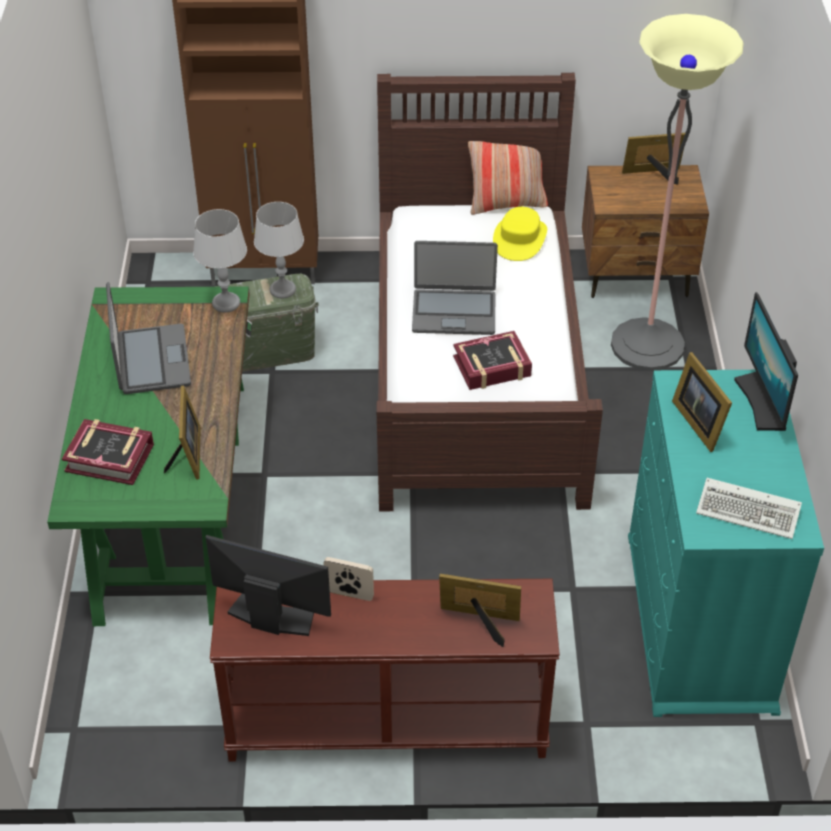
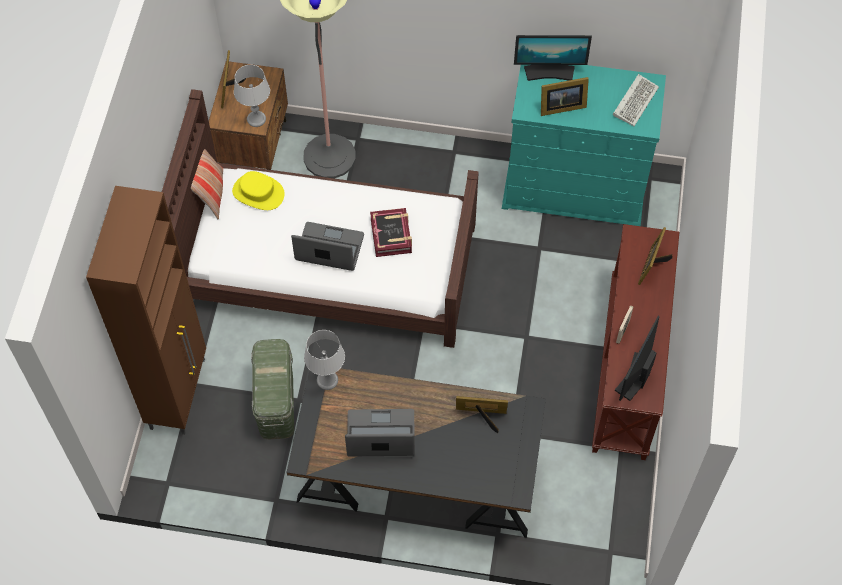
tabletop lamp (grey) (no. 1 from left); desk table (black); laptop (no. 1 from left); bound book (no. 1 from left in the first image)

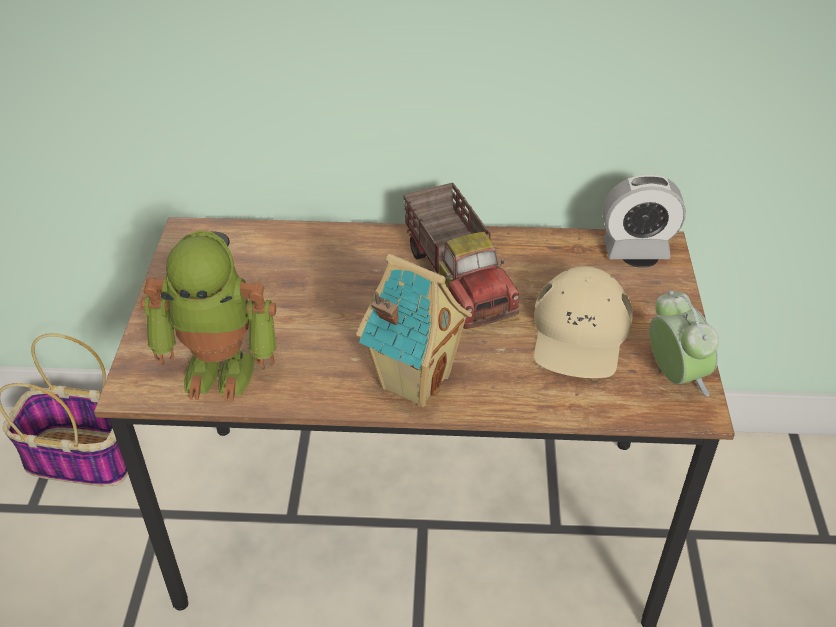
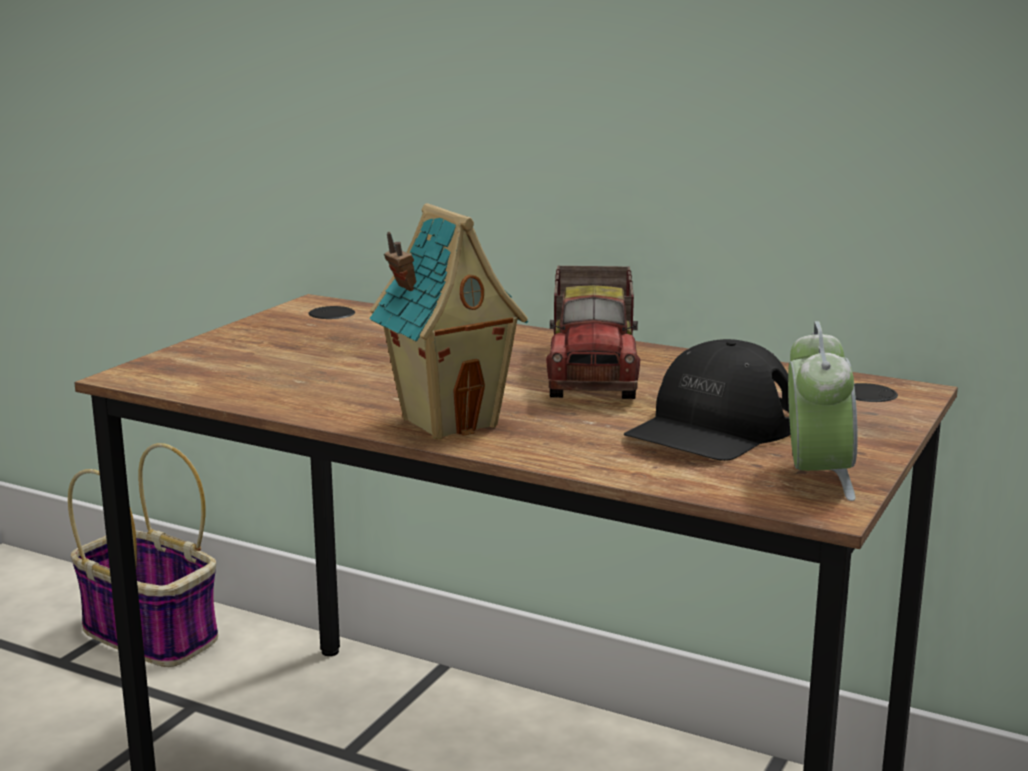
cap (black); model robot; bedside clock (no. 1 from left in the first image)

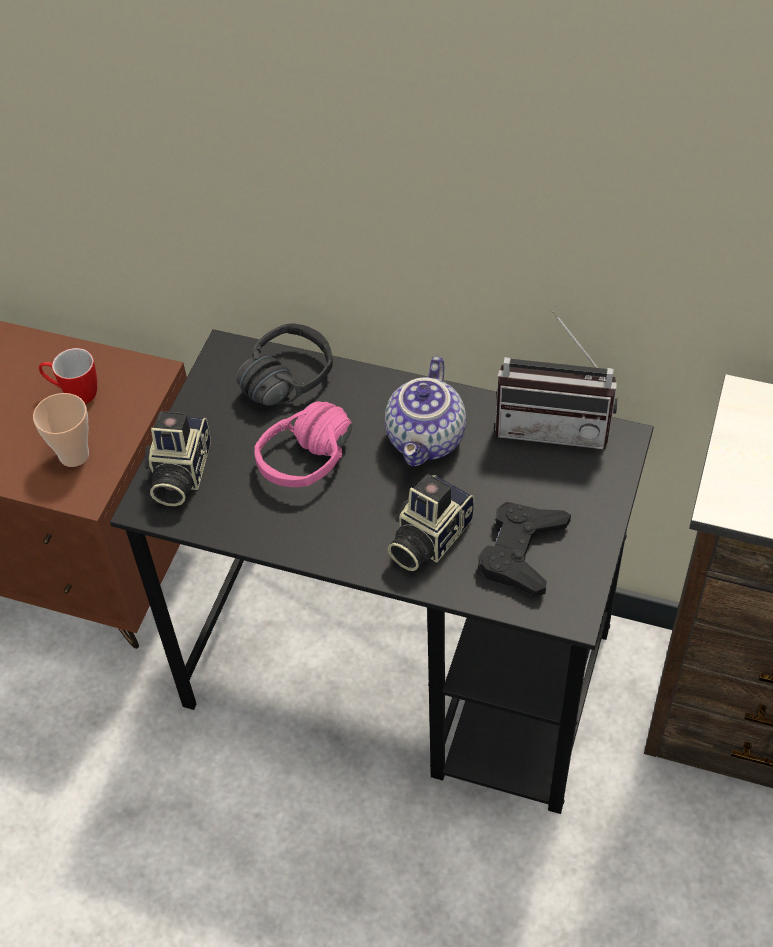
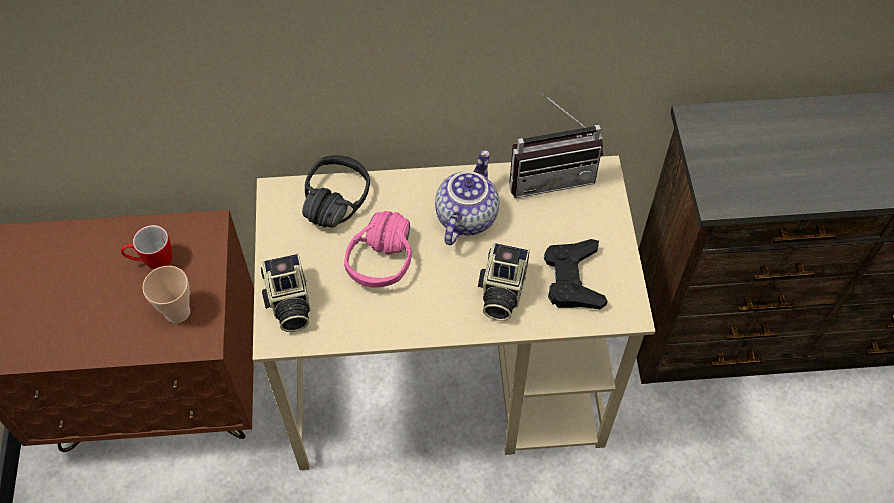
desk table (beige); tea pot

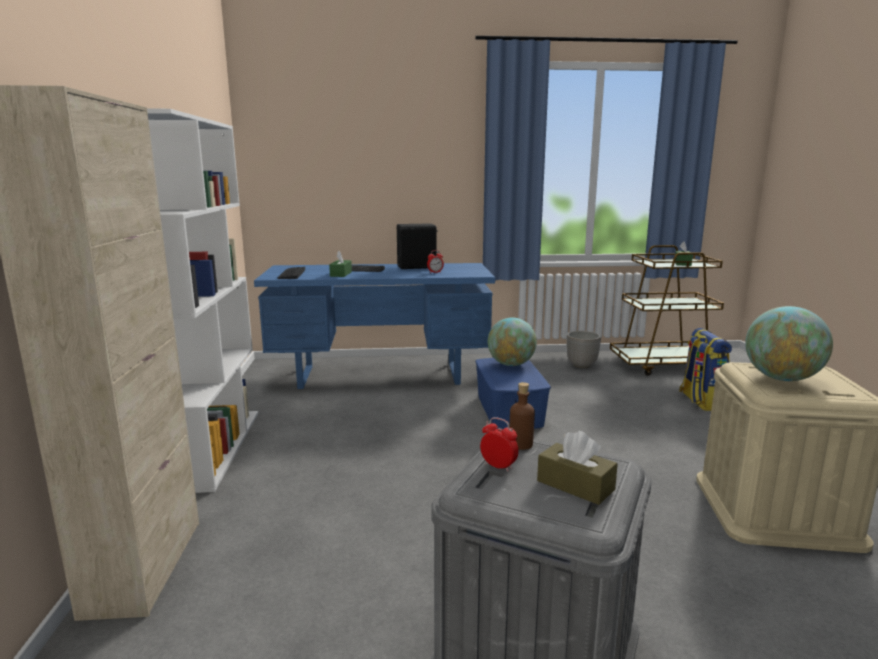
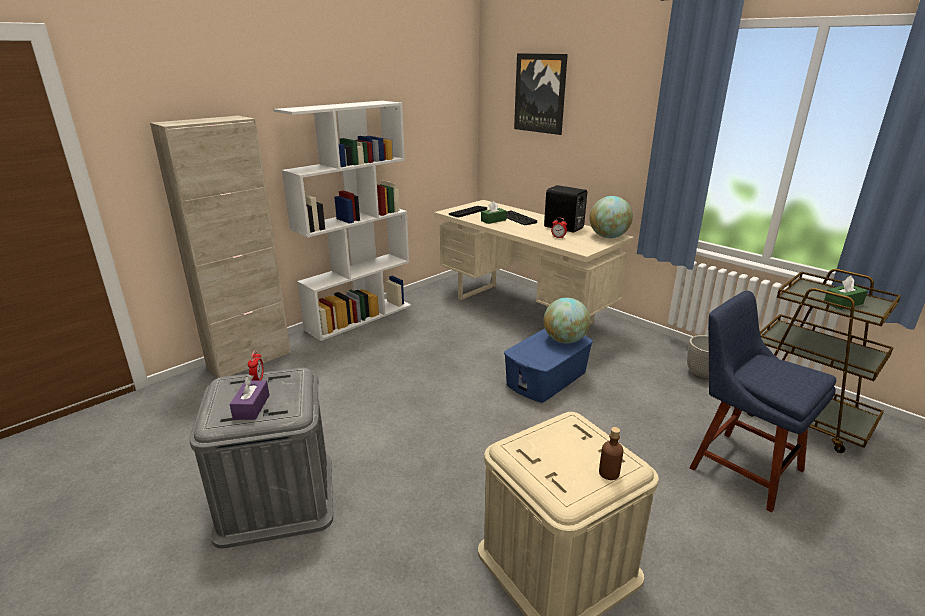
box of tissues (purple); desk table (beige); wall art; world globe (no. 2 from left); beverage bottle (brown); chair (blue-coloured)

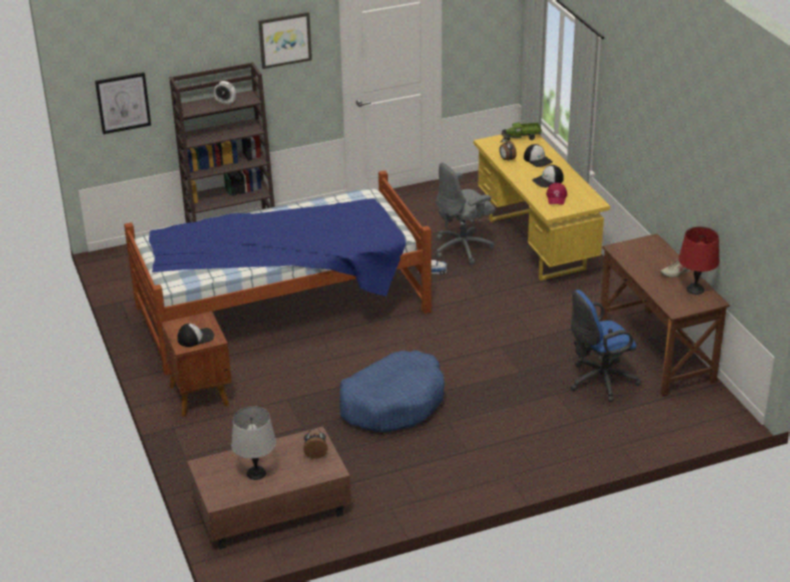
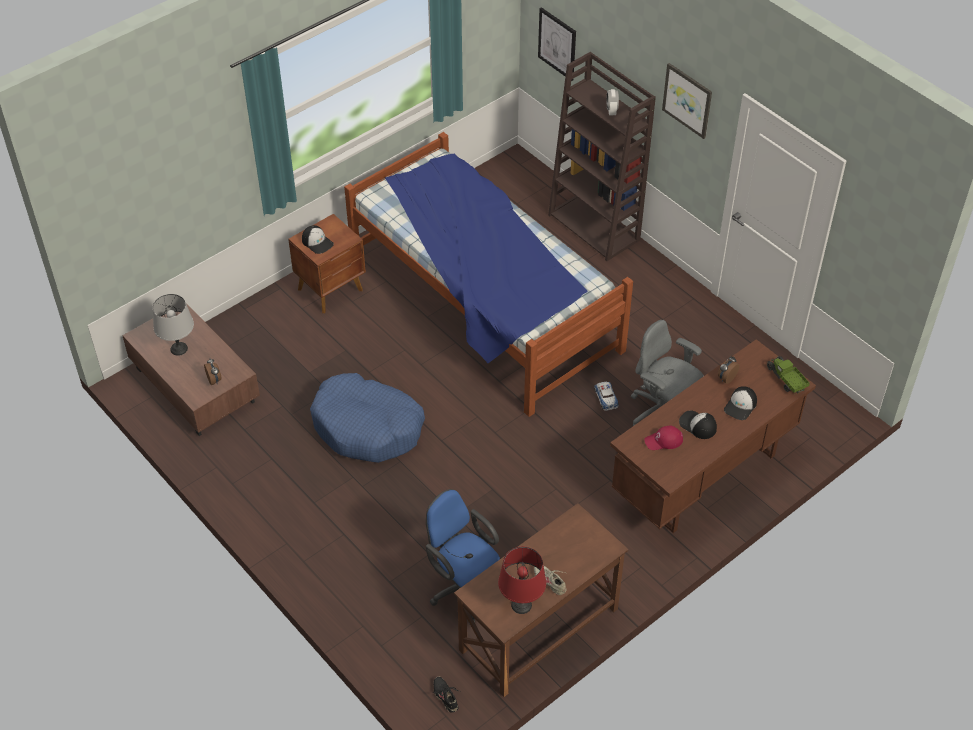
low shoe (black); desk table (brown) (no. 2 from left)

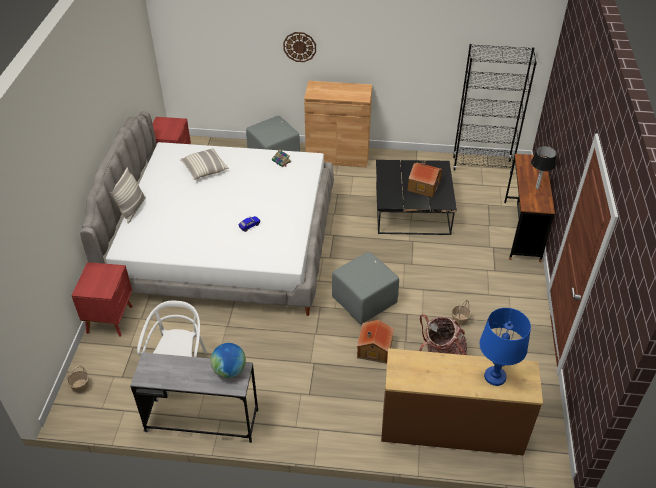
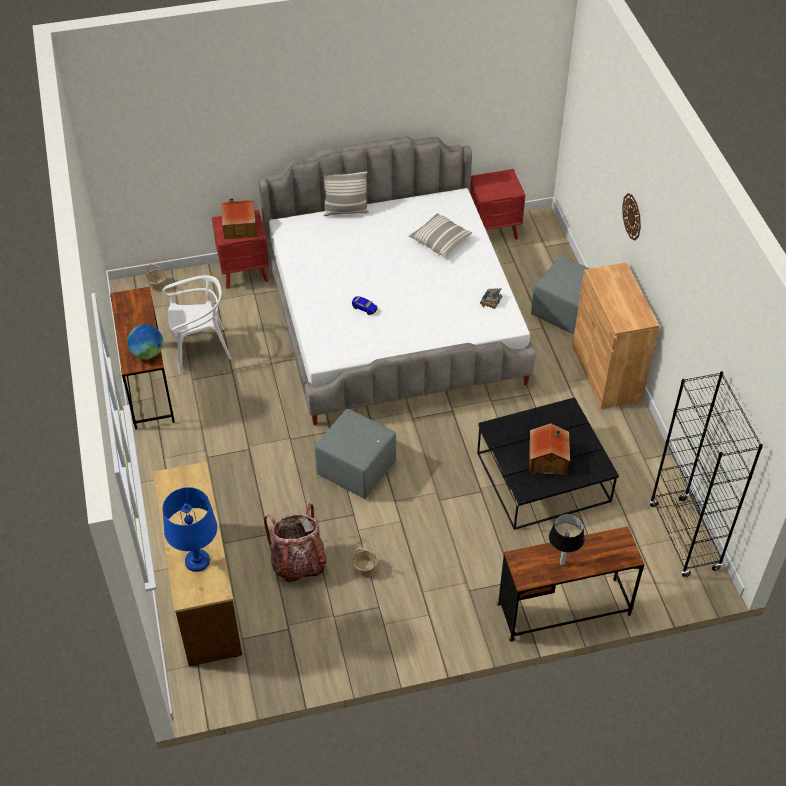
desk table (brown) (no. 1 from left); miniature house (no. 1 from left)

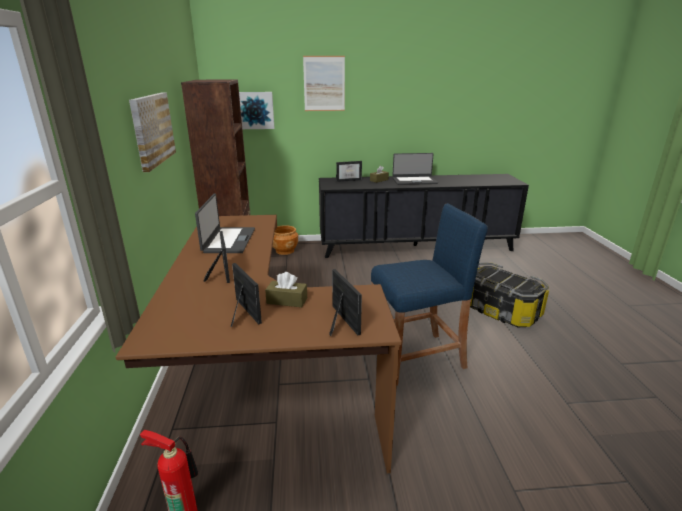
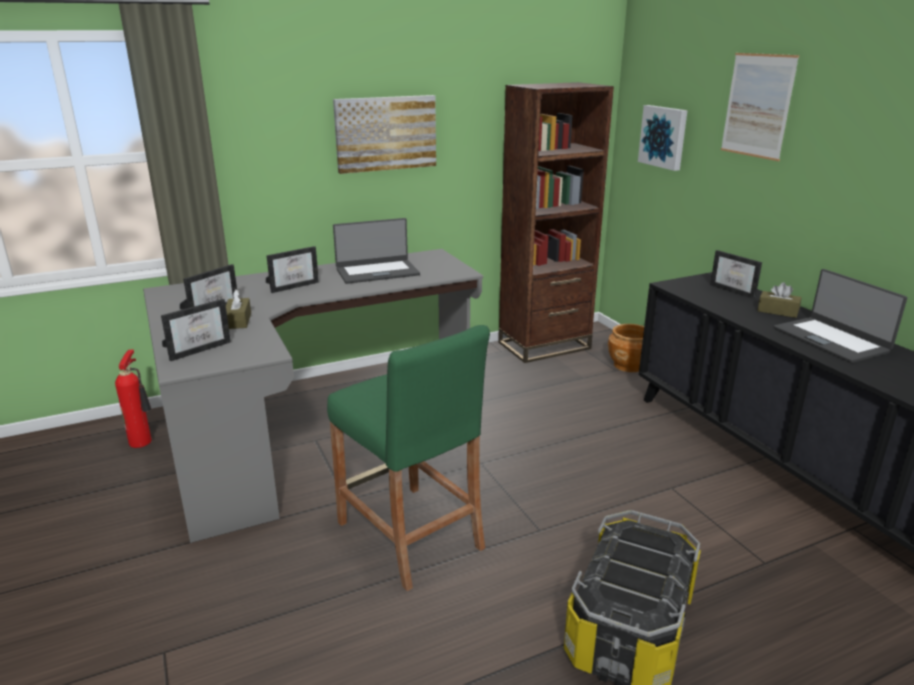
desk table (grey); stool (green)

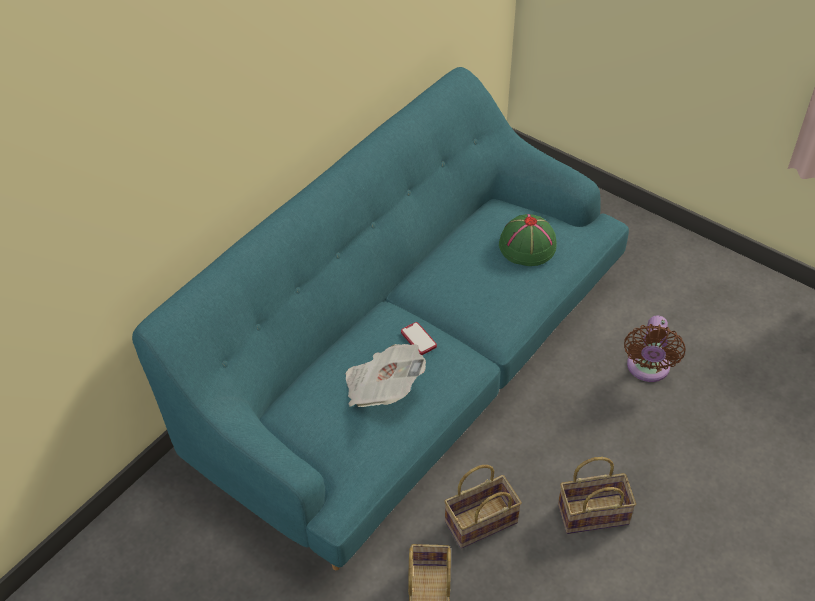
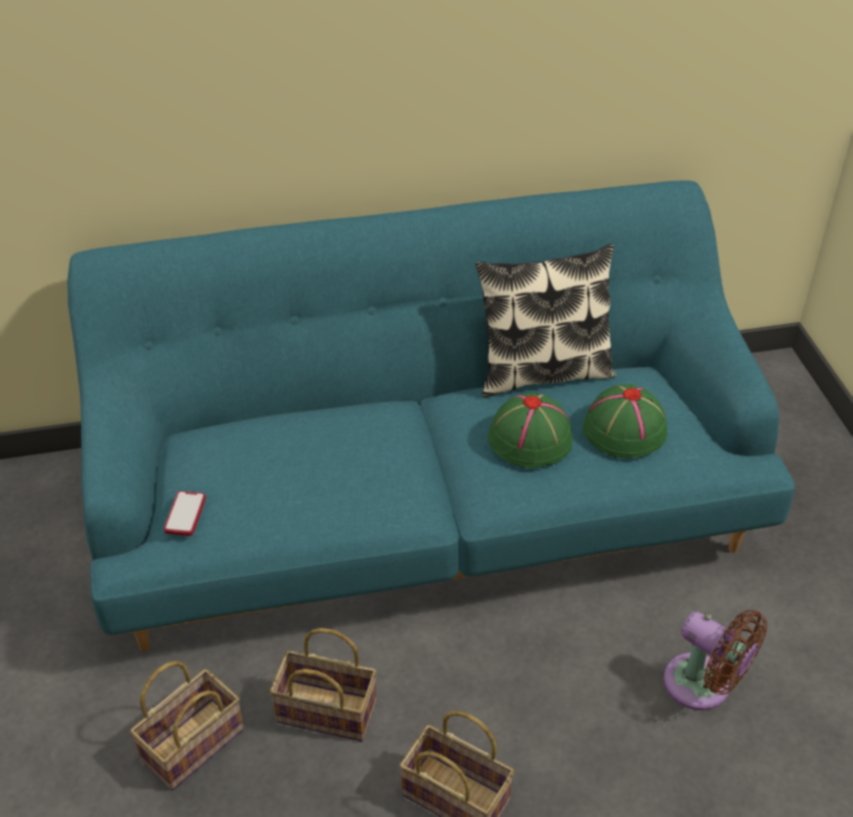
phone; throw pillow; hat (green) (no. 1 from left); cooling fan (brown); printed paper

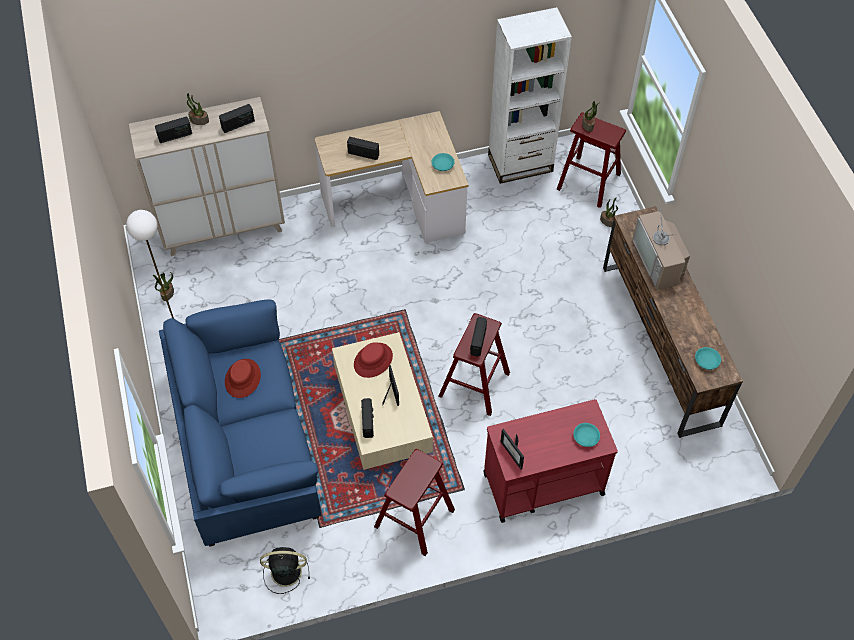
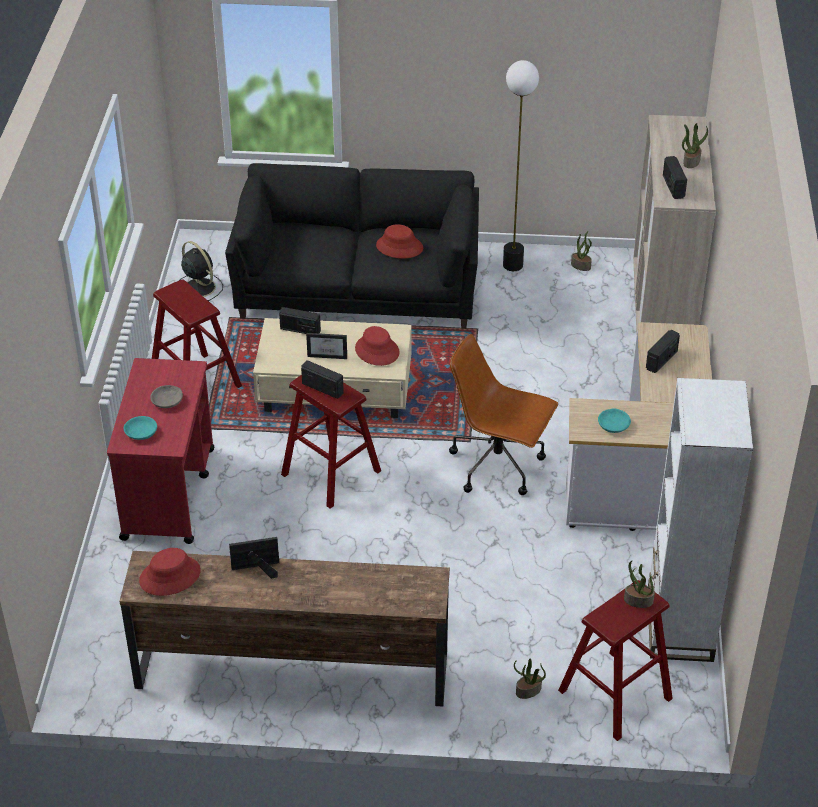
hat (reddish) (no. 1 from left); bowl (grey); cooling fan (black); settee (black); picture frame (no. 1 from left); desk chair (brown); radio receiver (no. 1 from left in the first image); television

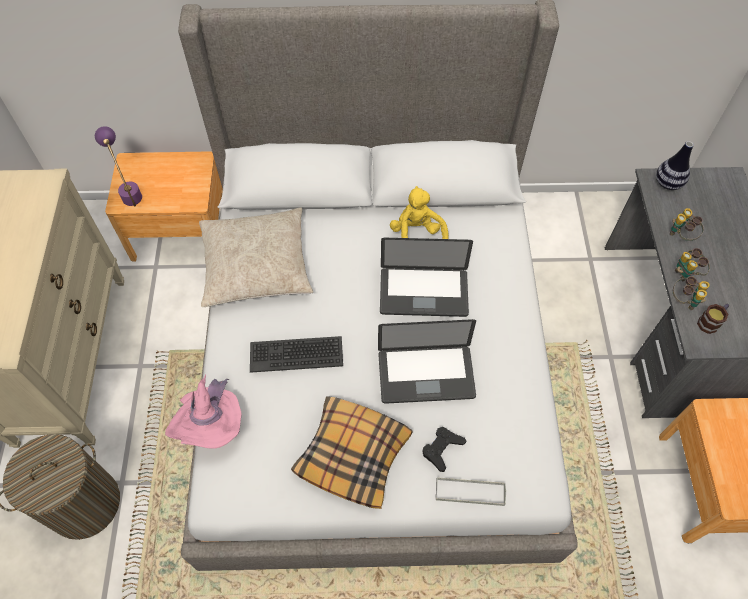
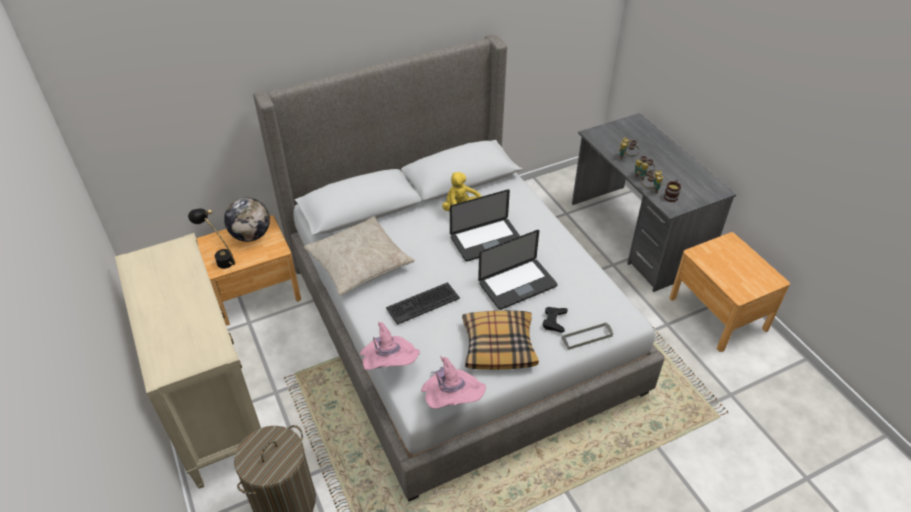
tabletop lamp (black); world globe; hat (pink-coloured) (no. 2 from left); vase

